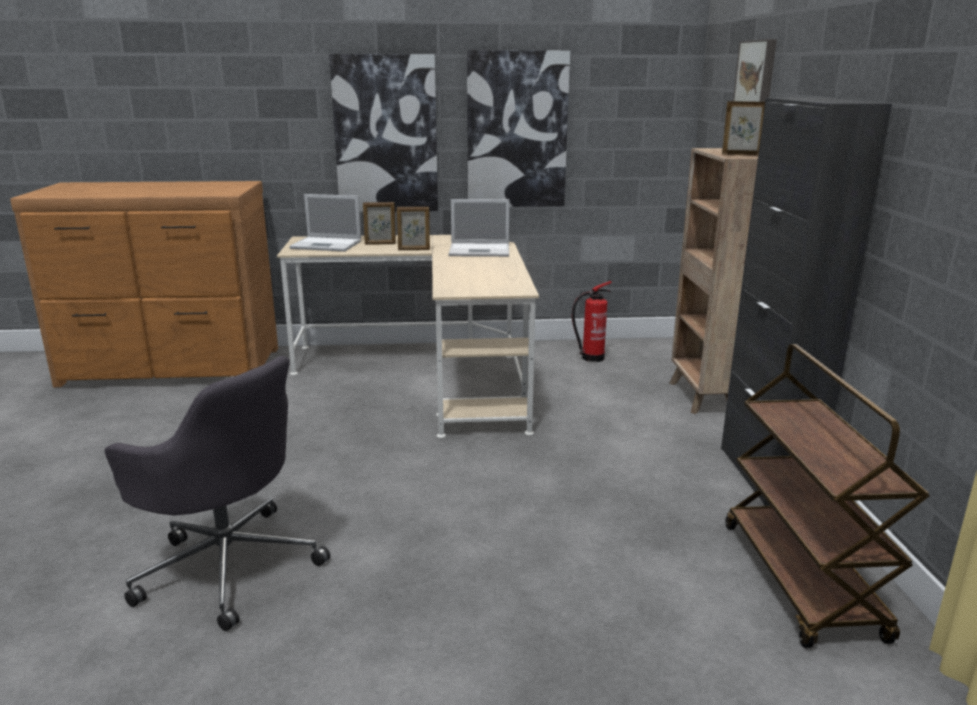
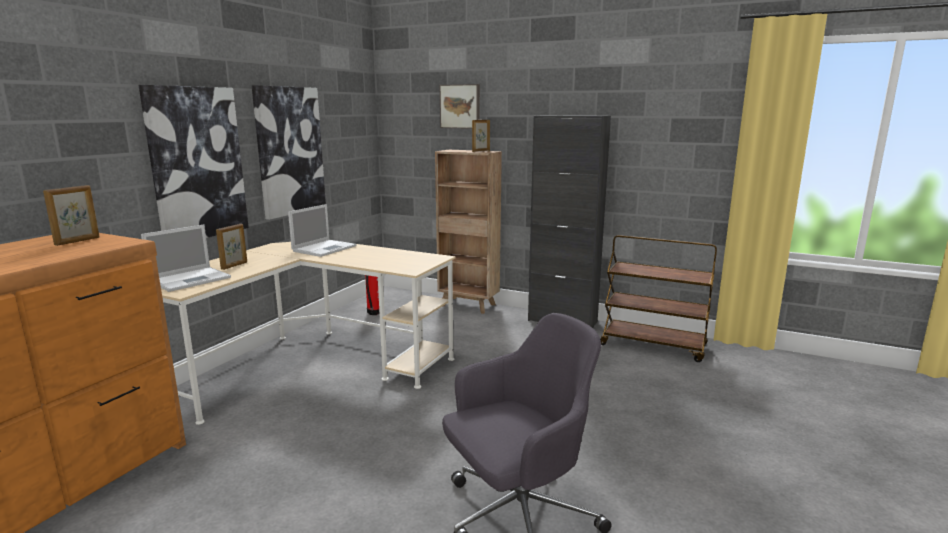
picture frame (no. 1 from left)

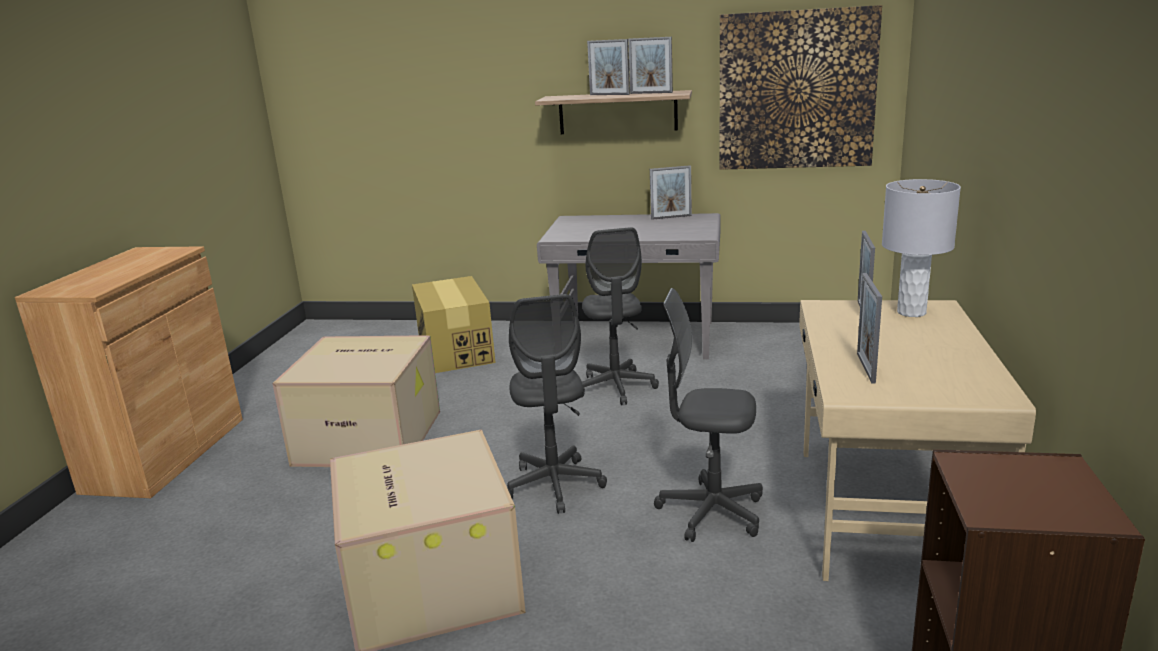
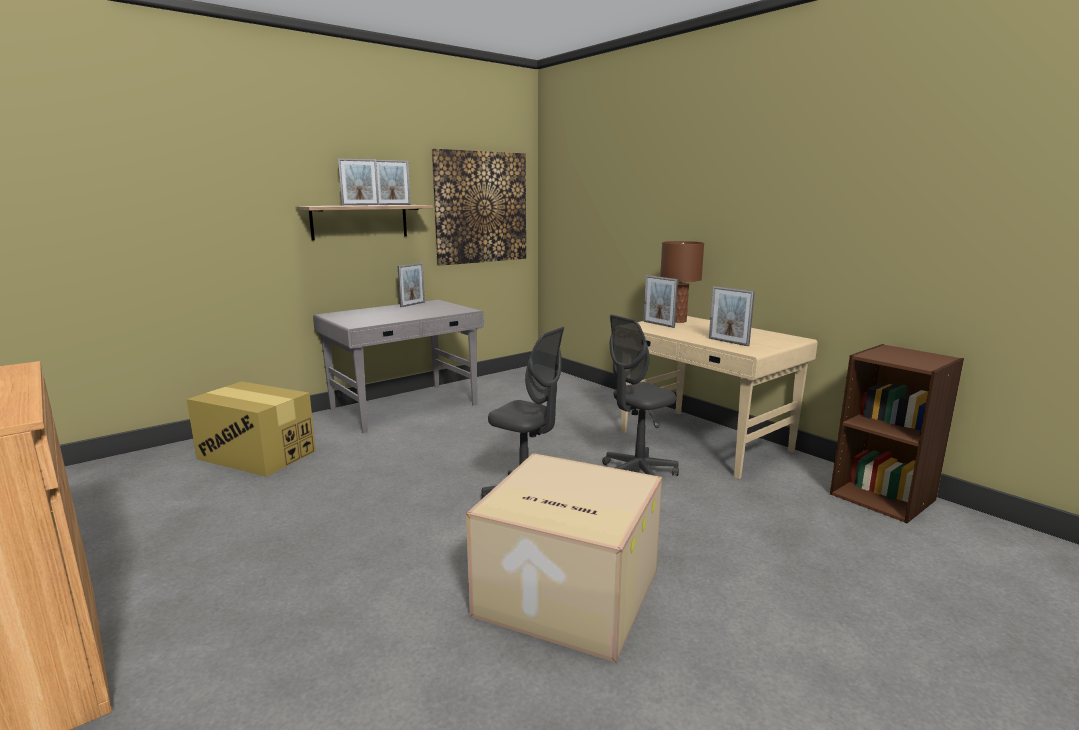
tabletop lamp (brown); cardboard box (no. 1 from left in the first image); desk chair (grey) (no. 2 from left in the first image)

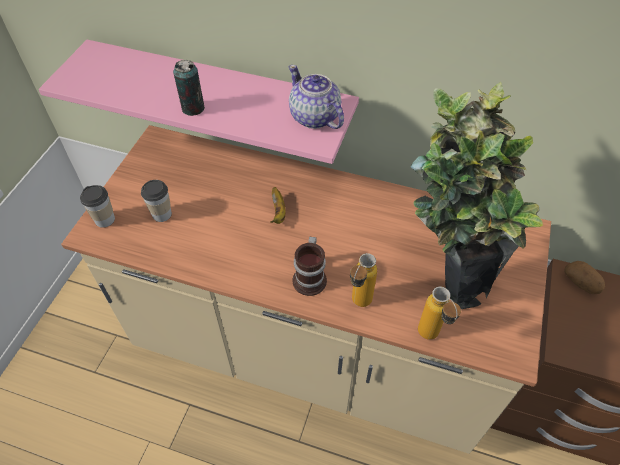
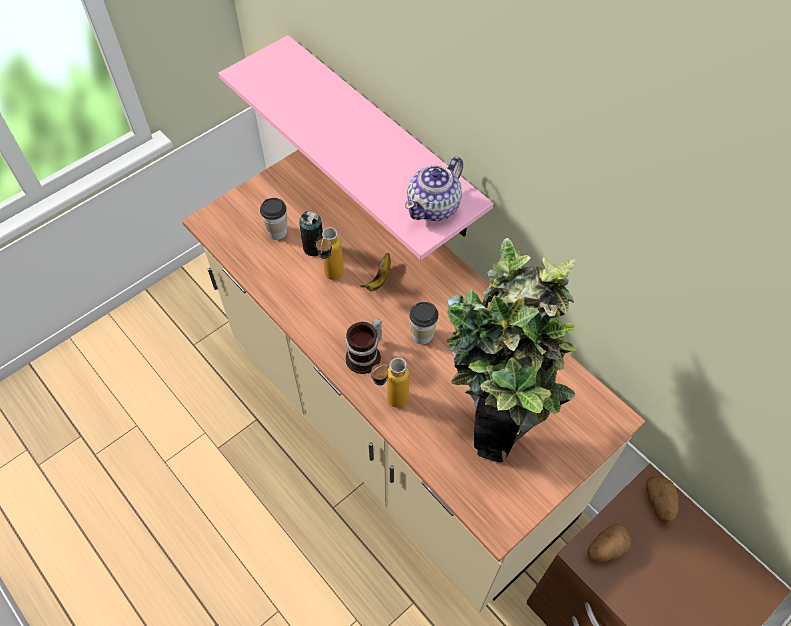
sealed can; beverage bottle (no. 1 from left); tea pot; cup (no. 2 from left); spud (no. 1 from left)

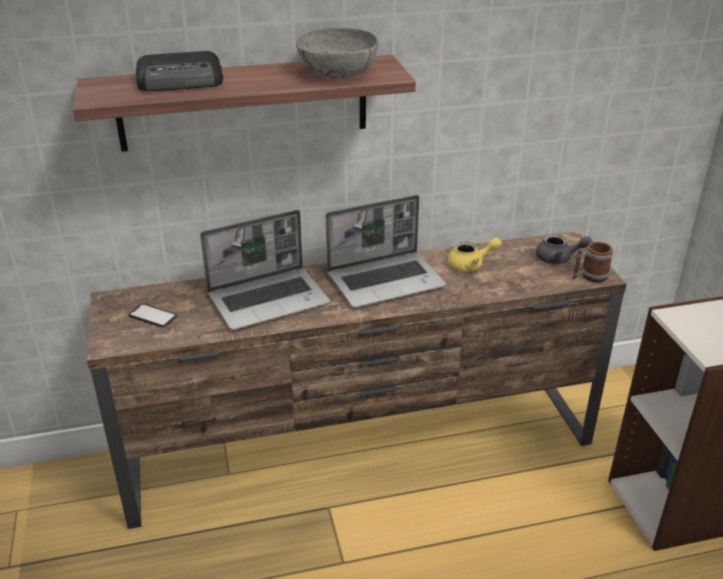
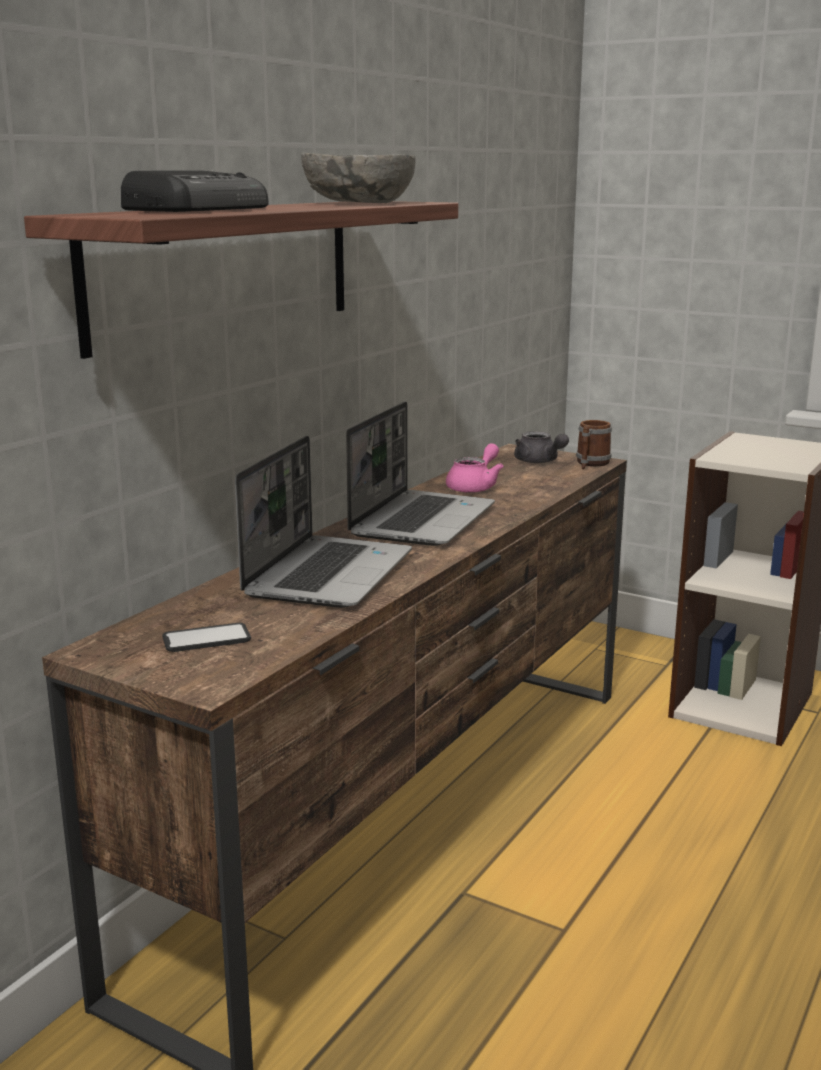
tea pot (pink-coloured); tea pot (grey)

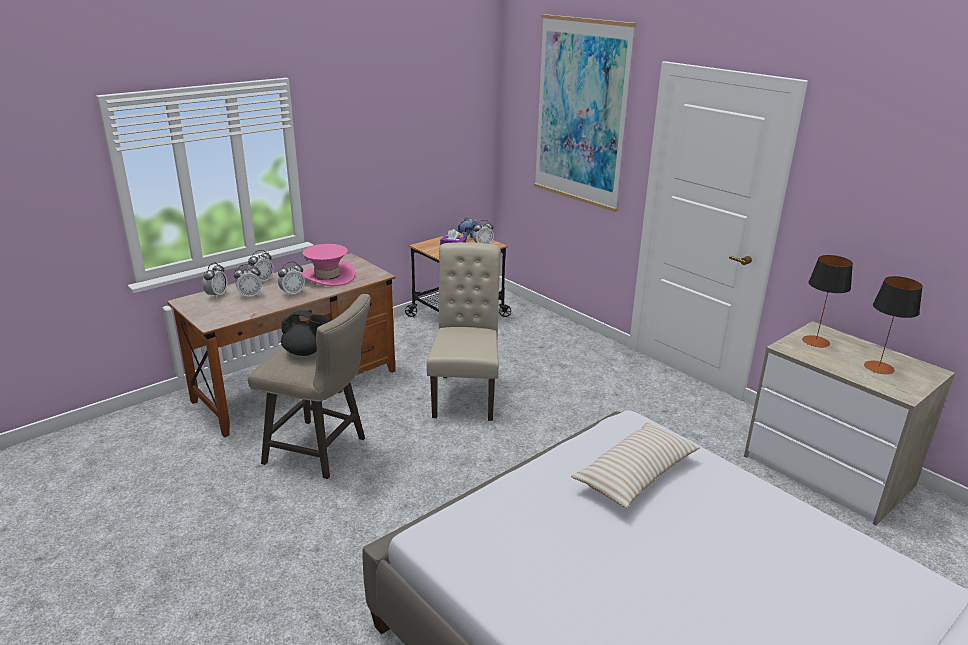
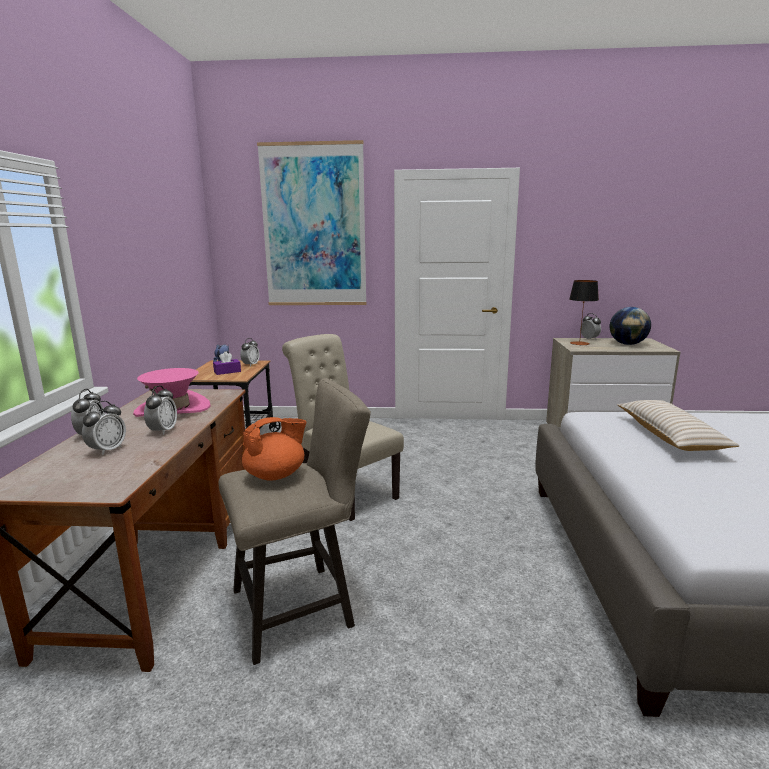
tea pot (orange-coloured); bedside clock (no. 5 from left); world globe

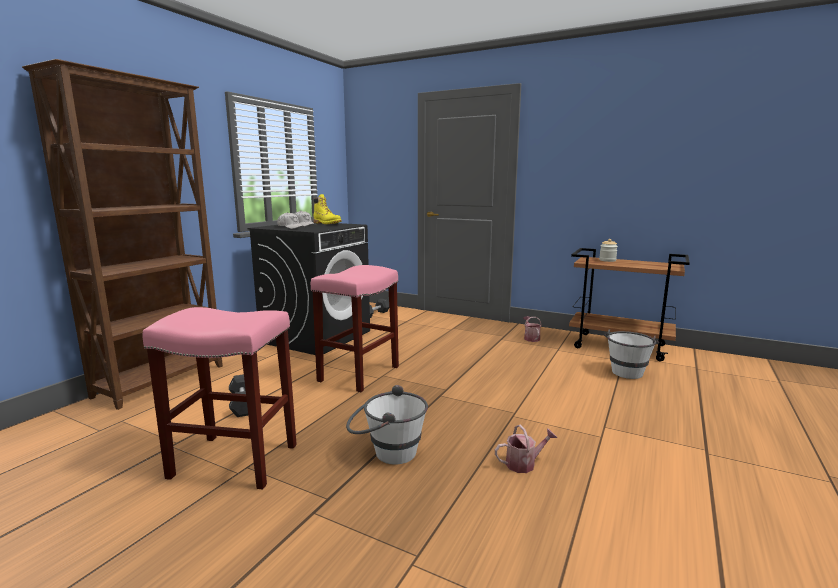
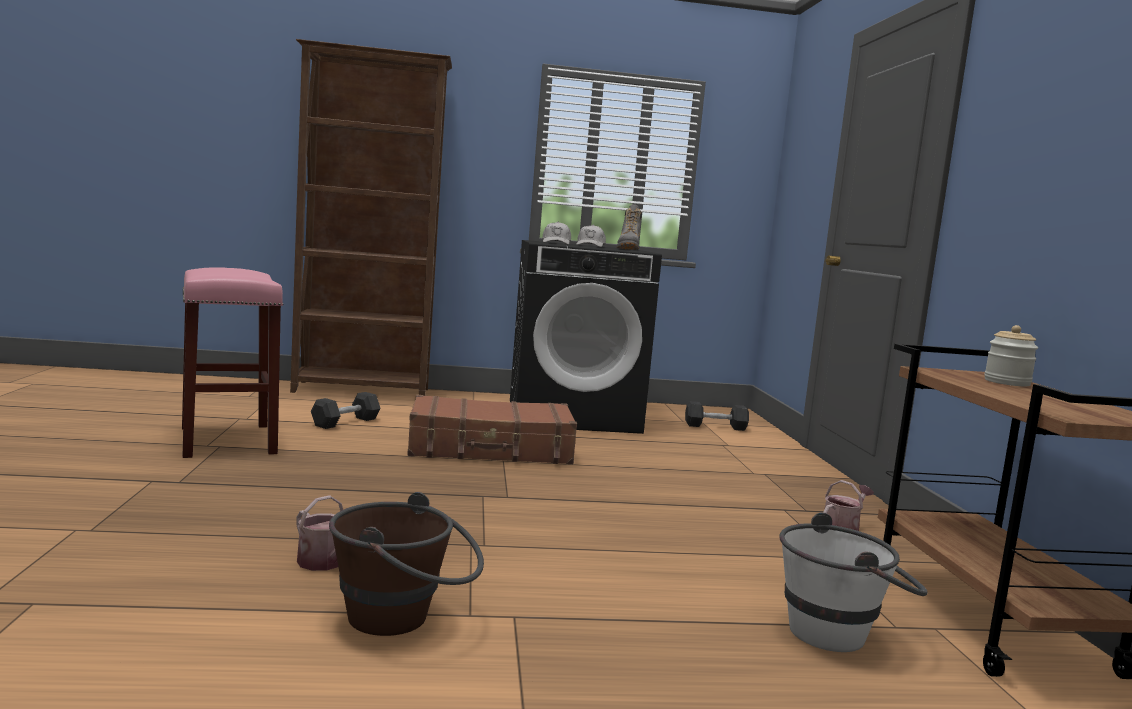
water bucket (brown); piece of luggage (brown); tall boot (grey); water bucket (white) (no. 1 from left in the first image)

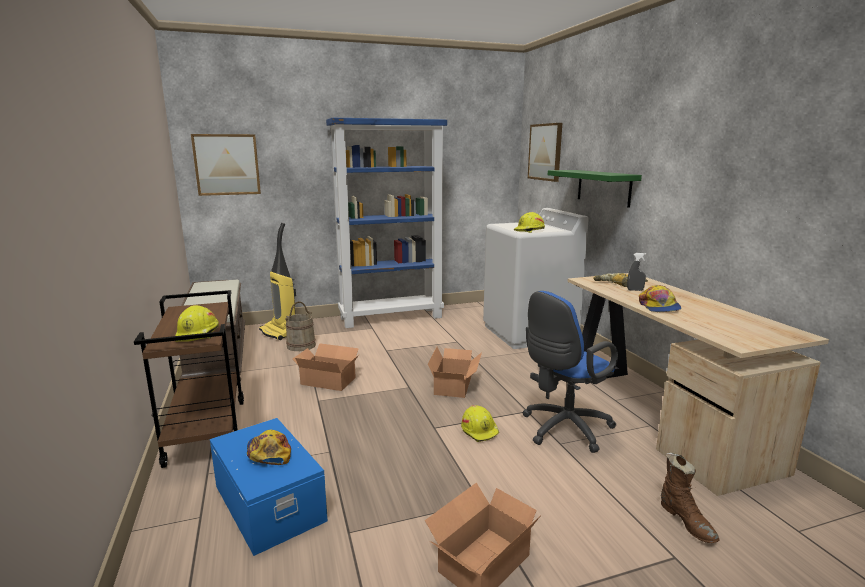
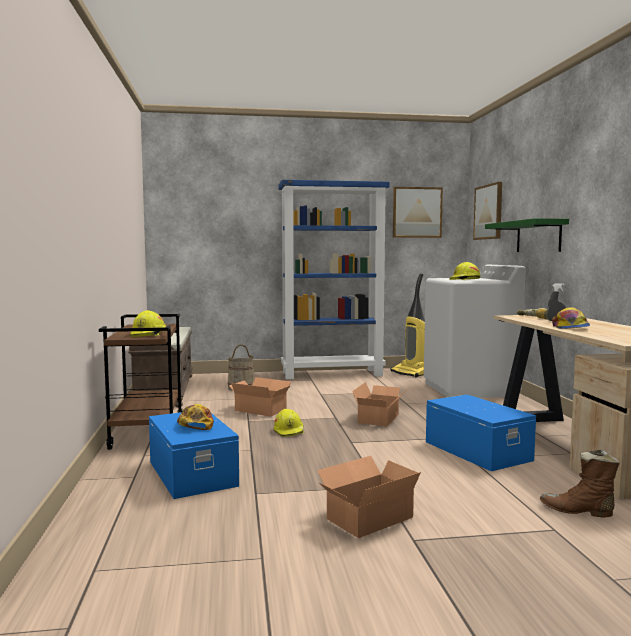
safety helmet (yellow-coloured) (no. 2 from left); vacuum cleaner; wall art (no. 1 from left); storage container (blue-coloured) (no. 2 from left); tall boot (brown)

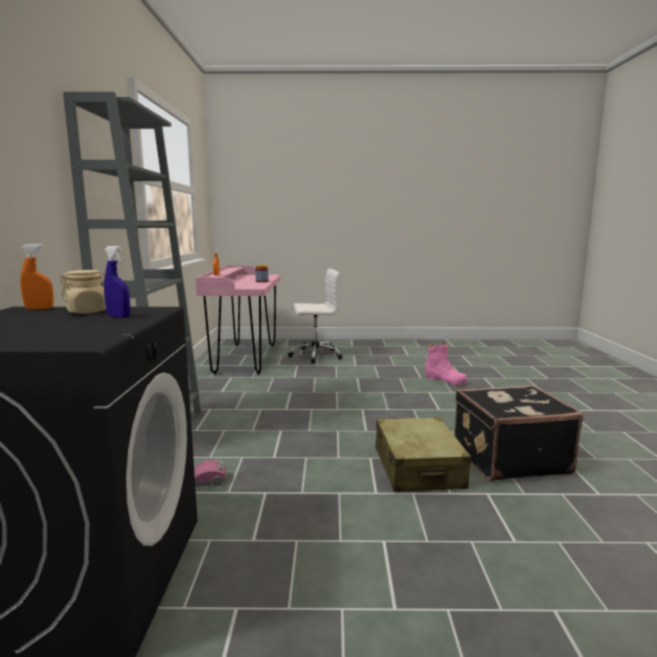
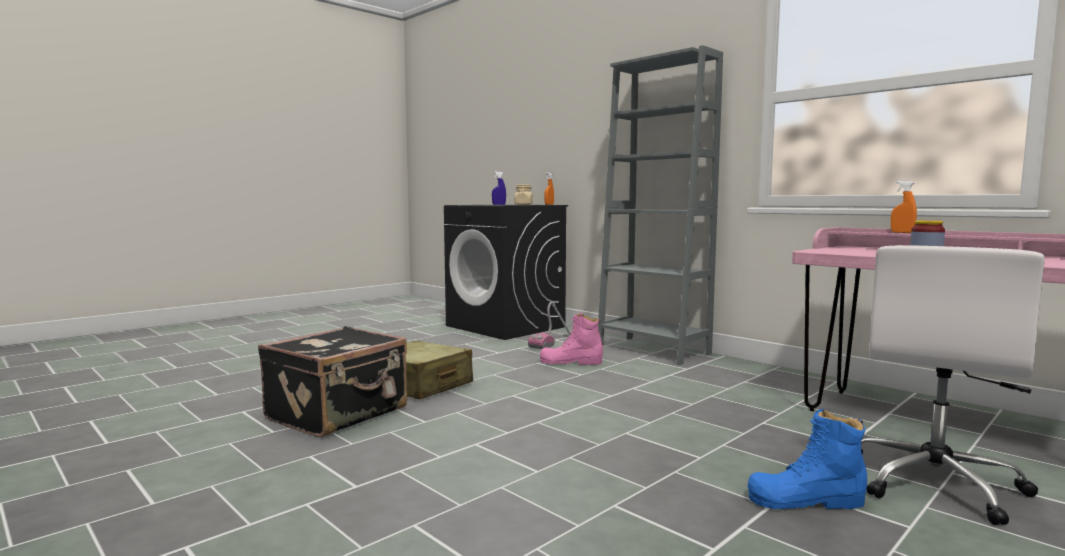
tall boot (pink-coloured); tall boot (blue-coloured)

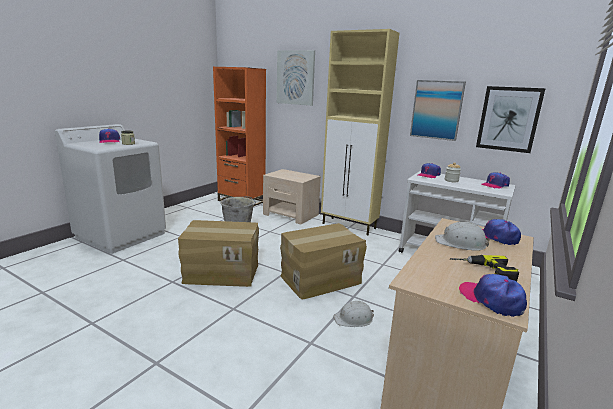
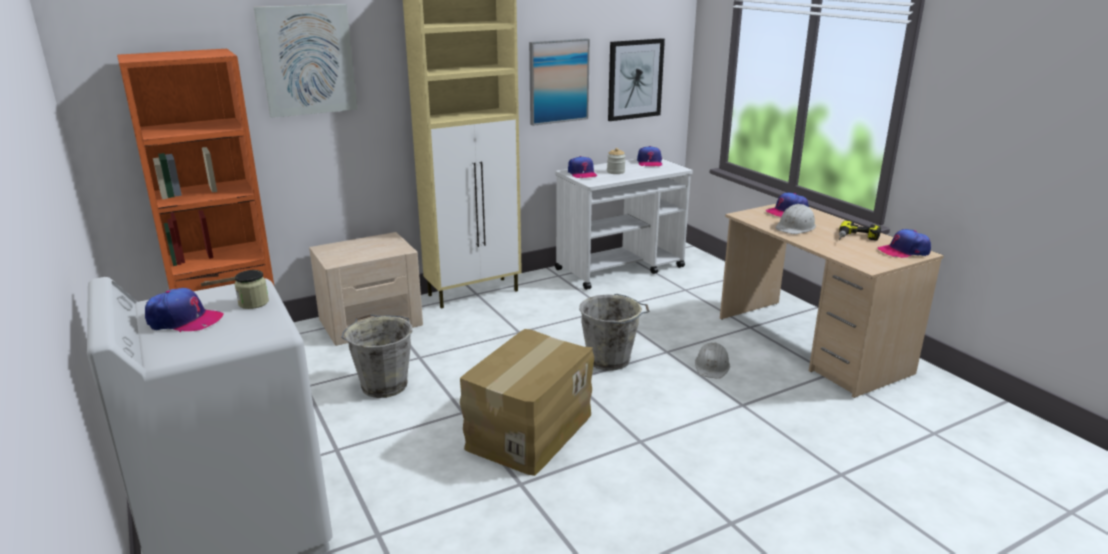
water bucket (grey) (no. 2 from left)

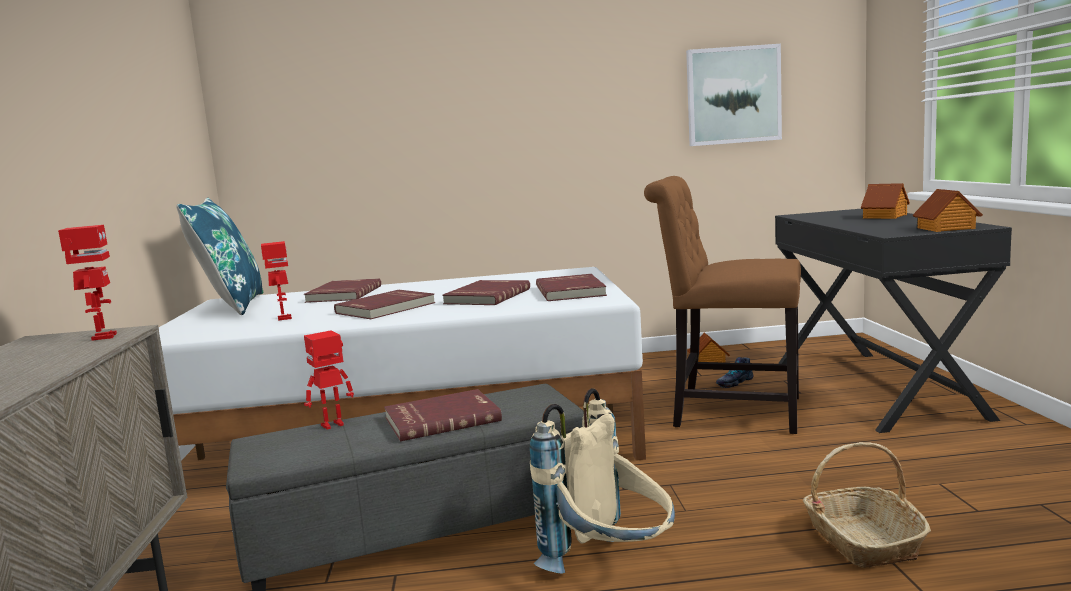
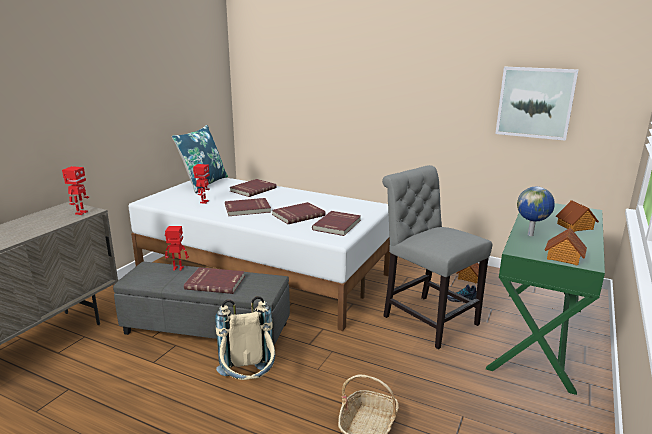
chair (grey); desk table (green); world globe

